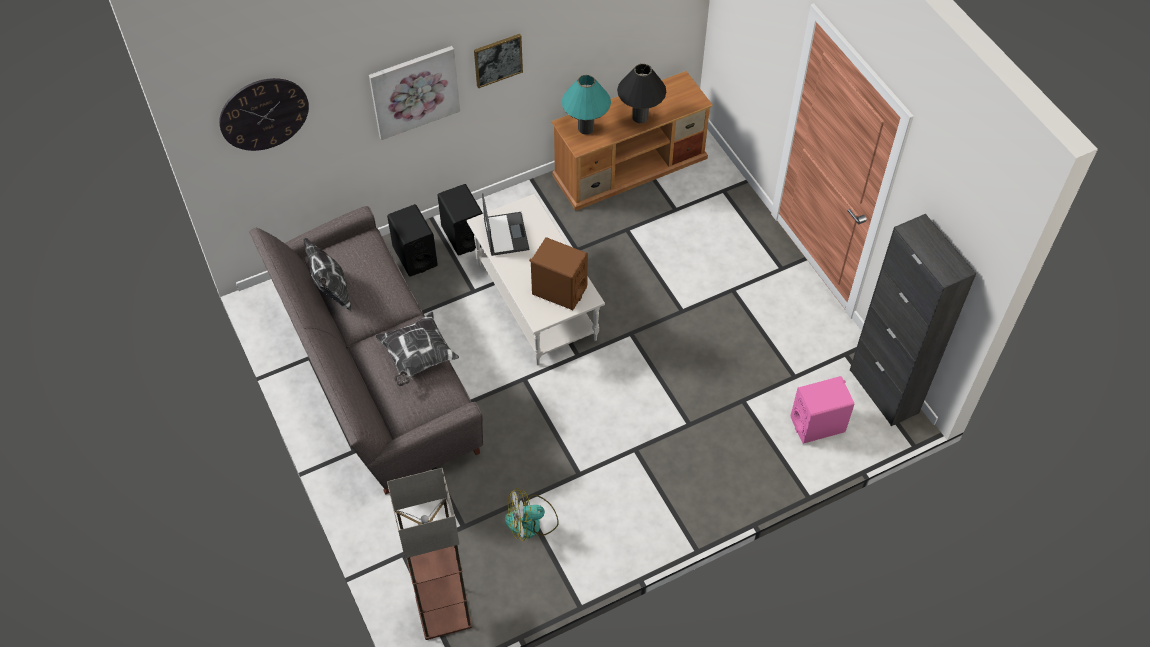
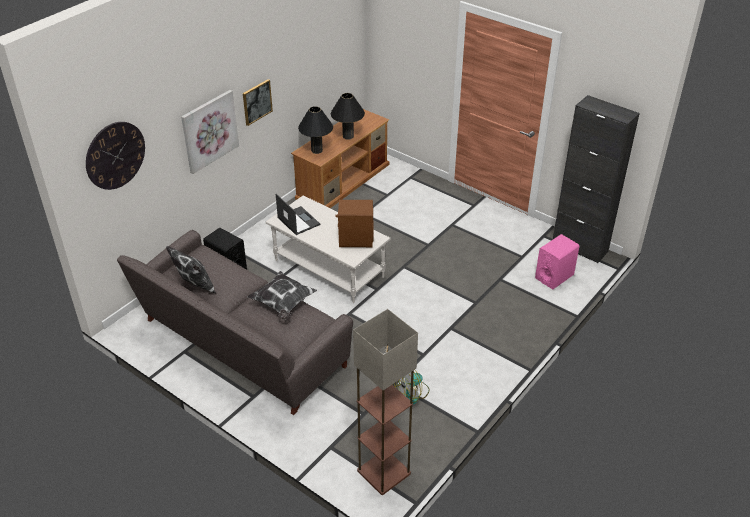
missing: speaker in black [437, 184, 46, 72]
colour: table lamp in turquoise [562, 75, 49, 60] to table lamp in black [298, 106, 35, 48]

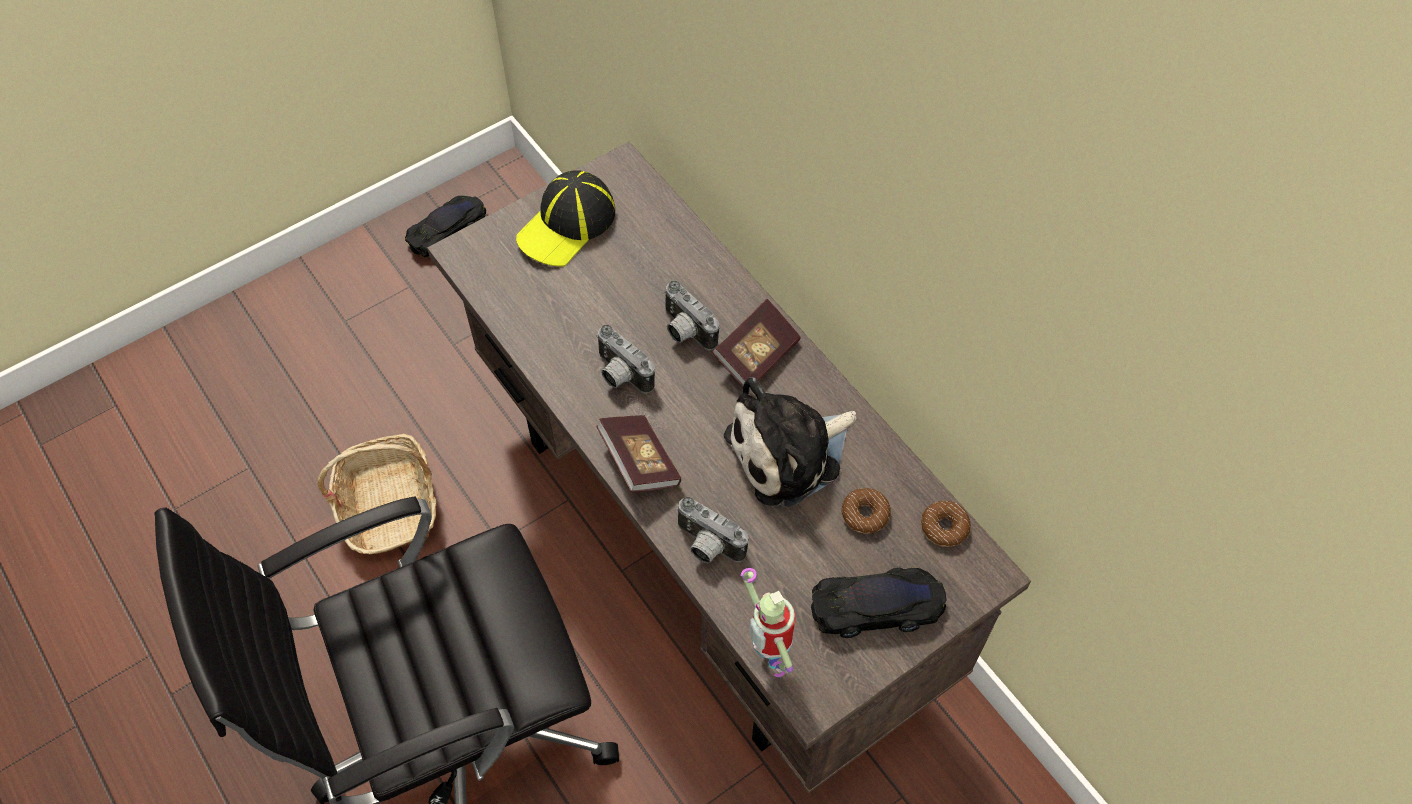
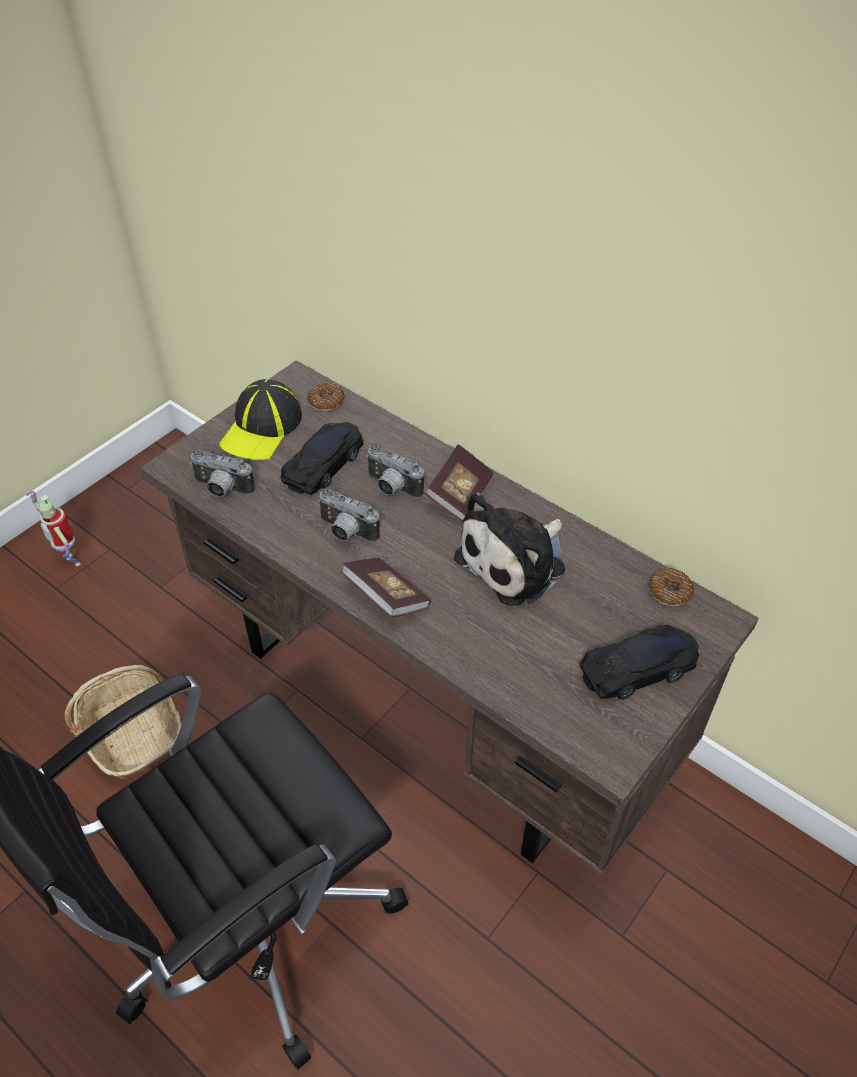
relocated: toy car in black [405, 196, 81, 61] to [280, 422, 83, 73]; photo camera [675, 496, 74, 67] to [190, 448, 65, 49]; toy robot [741, 568, 55, 109] to [26, 491, 55, 75]; donut [841, 488, 49, 46] to [308, 383, 36, 29]

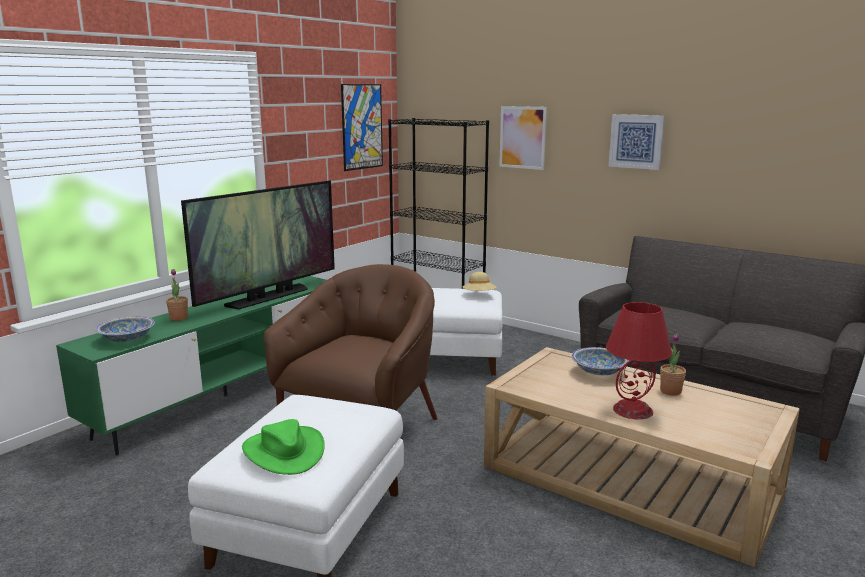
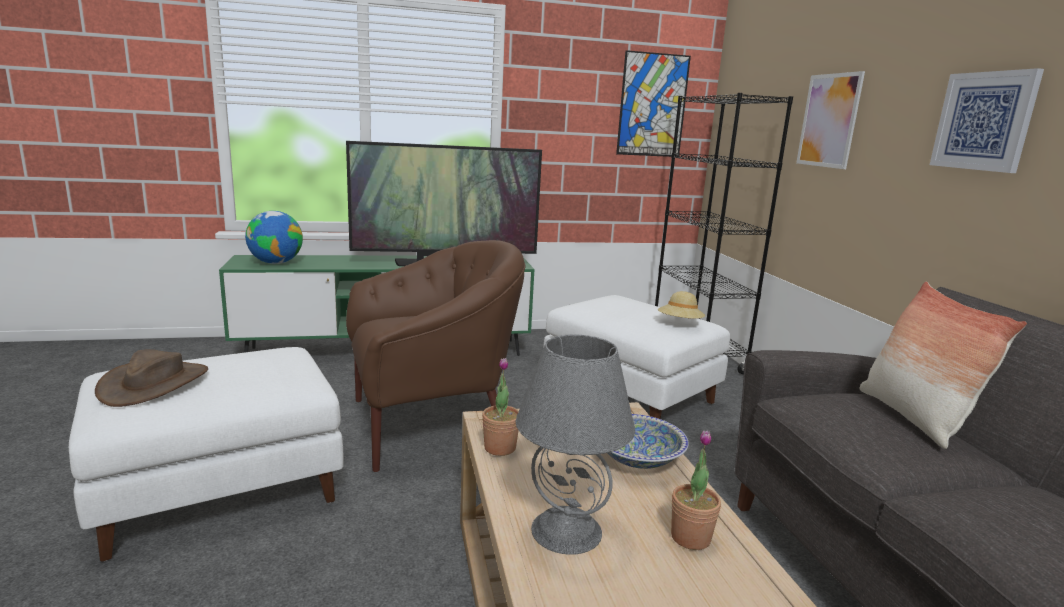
appeared: pillow [859, 282, 168, 167]
relocated: potted plant [166, 269, 22, 52] to [482, 358, 37, 98]
exchanged: bowl [96, 317, 59, 25] to globe [245, 211, 58, 53]
colour: hat in green [242, 419, 83, 56] to hat in brown [95, 349, 113, 58]; table lamp in red [606, 302, 66, 117] to table lamp in grey [516, 334, 119, 221]

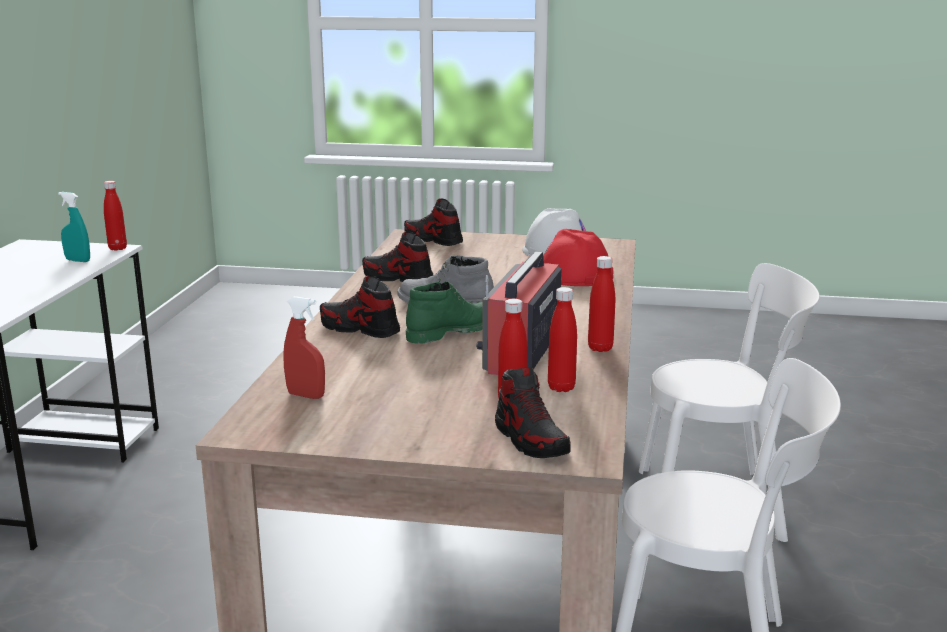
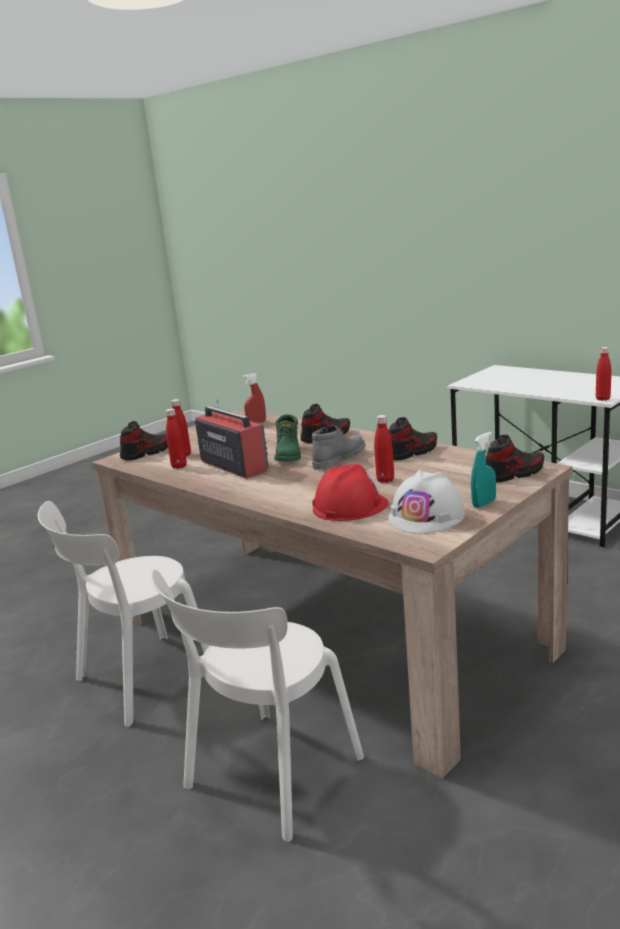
relocated: spray bottle in turquoise [58, 192, 32, 70] to [471, 432, 25, 76]; bottle in red [588, 256, 27, 96] to [374, 415, 20, 68]
spun: shoe [495, 366, 76, 92] = [120, 421, 48, 40] 135 degrees clockwise

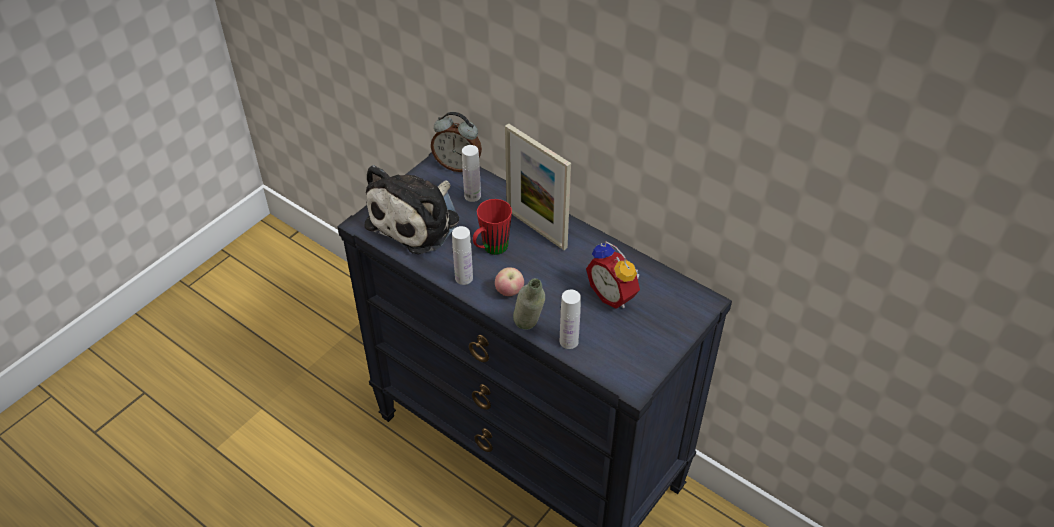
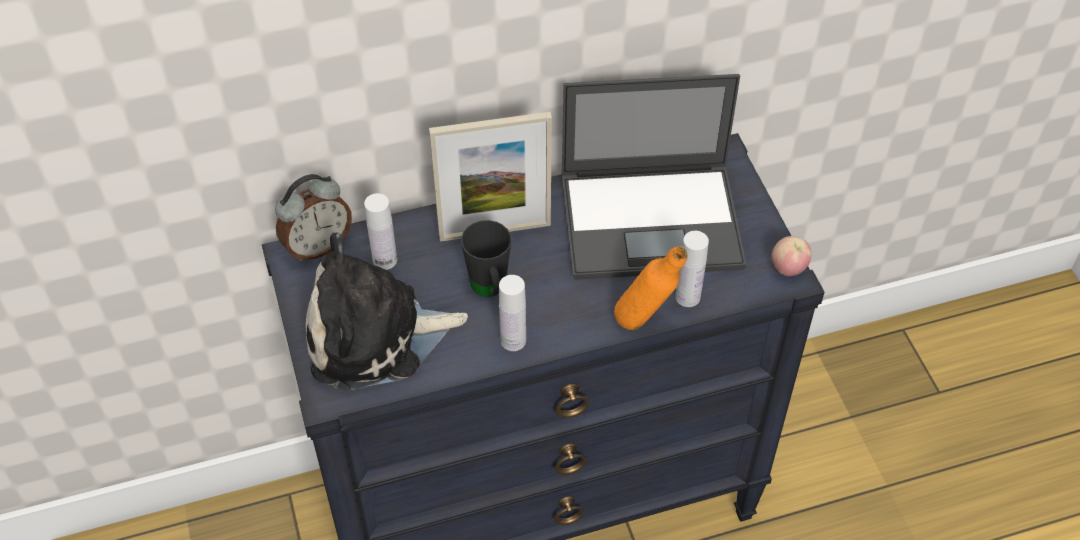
relocated: apple [495, 267, 29, 29] to [771, 236, 41, 40]
exchanged: alarm clock [586, 242, 54, 67] to laptop [561, 74, 185, 206]
colour: mug in red [473, 199, 39, 56] to mug in black [461, 220, 50, 77]; bottle in grey [513, 278, 32, 52] to bottle in orange [614, 246, 74, 84]
spun: plush toy [365, 165, 94, 89] = [306, 232, 162, 158] 105 degrees clockwise

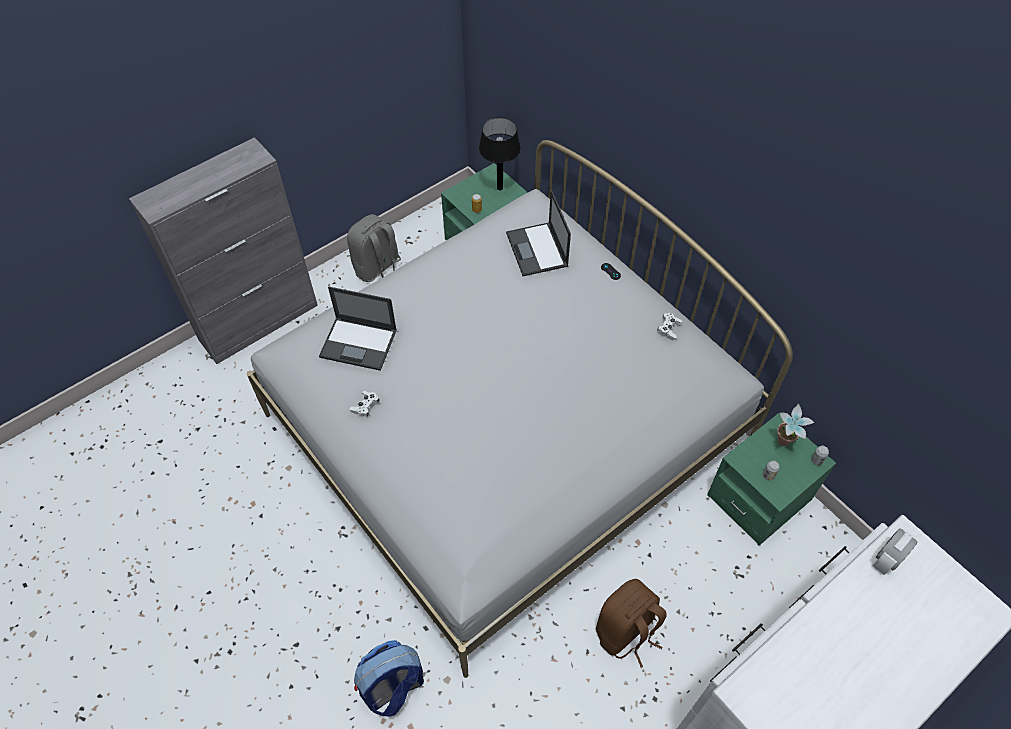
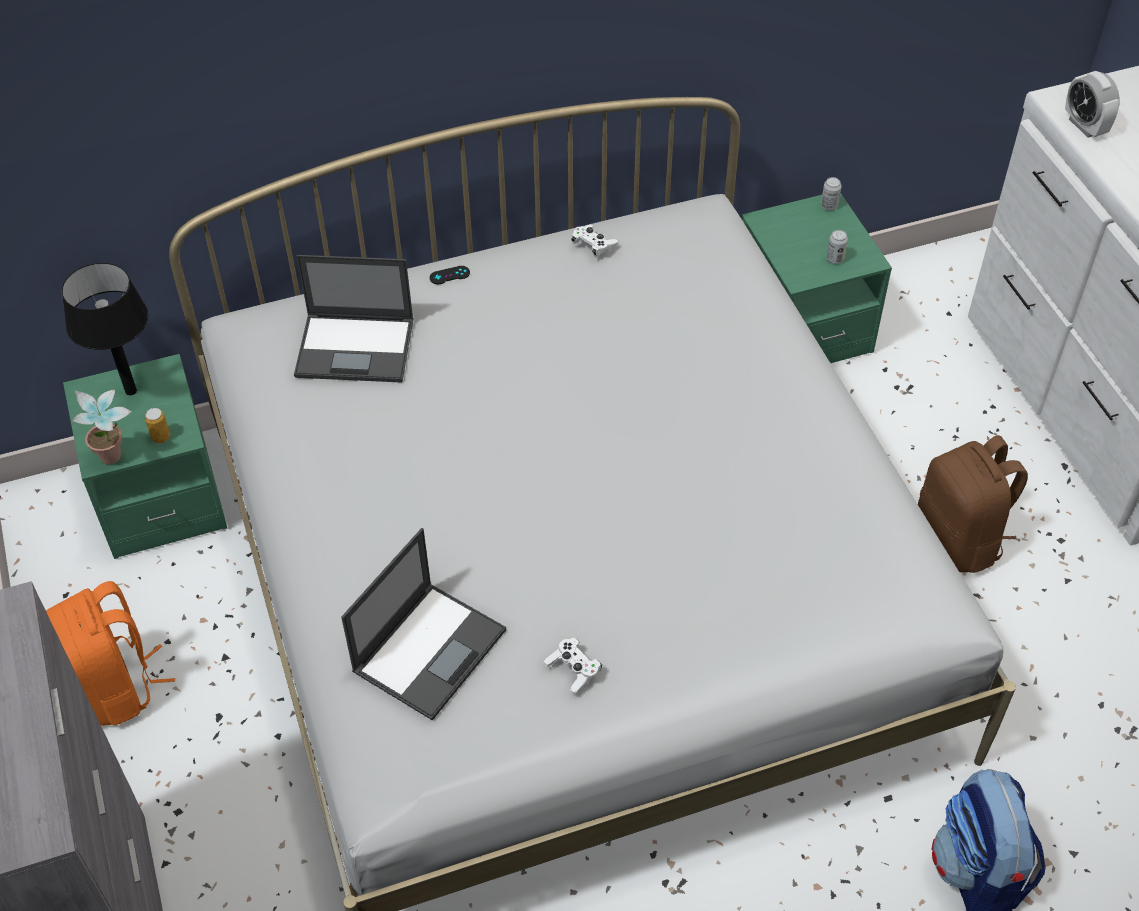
relocated: potted plant [777, 404, 38, 42] to [72, 390, 60, 74]
colour: backpack in grey [347, 214, 54, 68] to backpack in orange [46, 581, 129, 145]

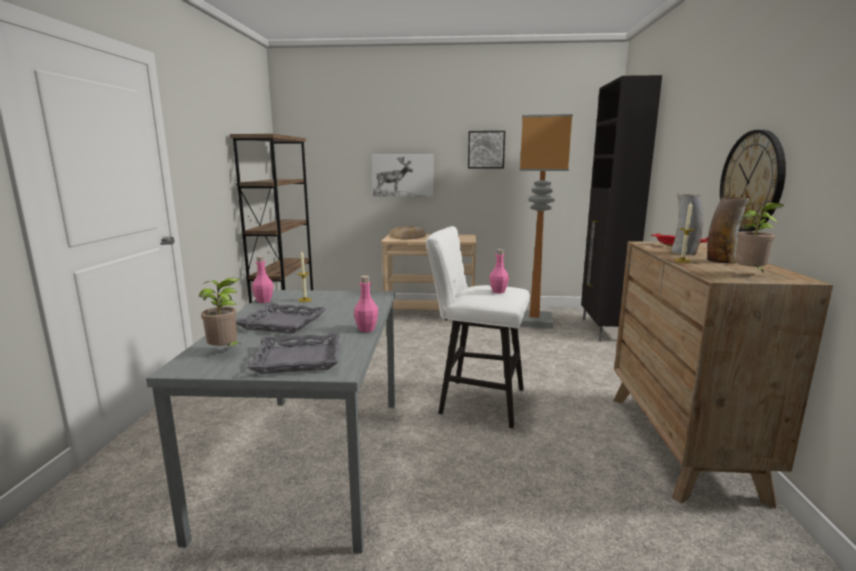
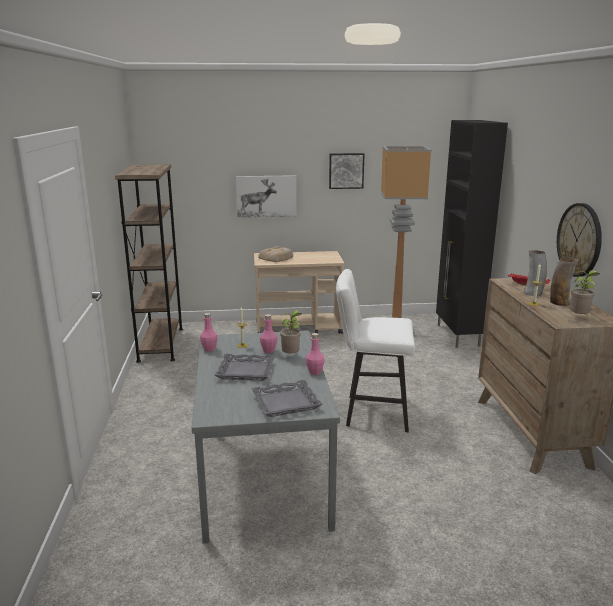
relocated: potted plant [199, 278, 43, 68] to [280, 310, 22, 43]; bottle in pink [489, 249, 20, 44] to [260, 314, 17, 39]

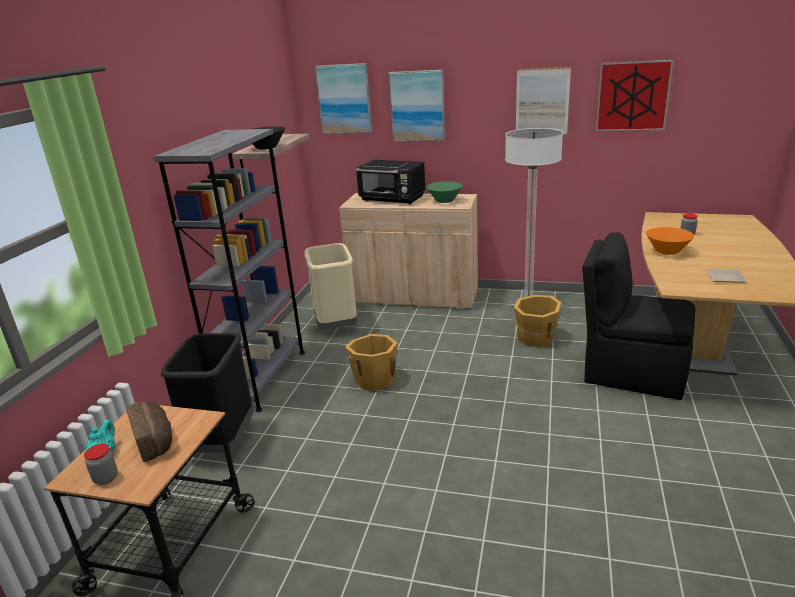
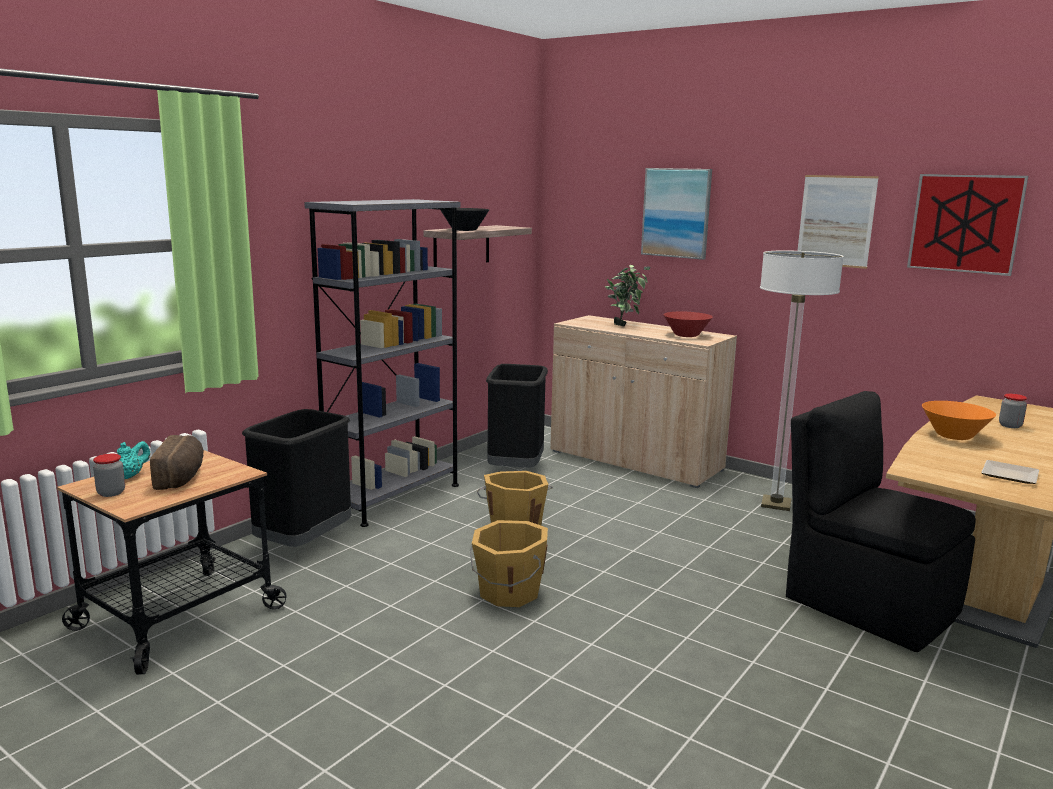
missing: picture [315, 63, 57, 71]
relocated: bucket in orange [509, 295, 56, 52] to [470, 520, 78, 87]
exchanged: microwave in black [356, 160, 69, 44] to potted plant [605, 265, 45, 61]
colour: trash can in beige [304, 243, 53, 86] to trash can in black [486, 364, 62, 104]; bowl in green [426, 181, 37, 22] to bowl in red [663, 312, 50, 25]

